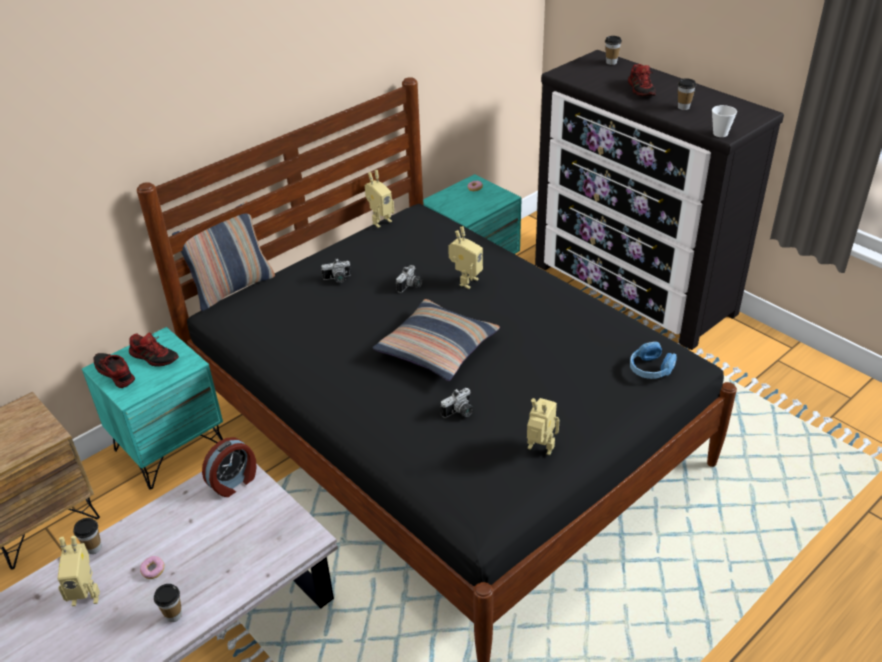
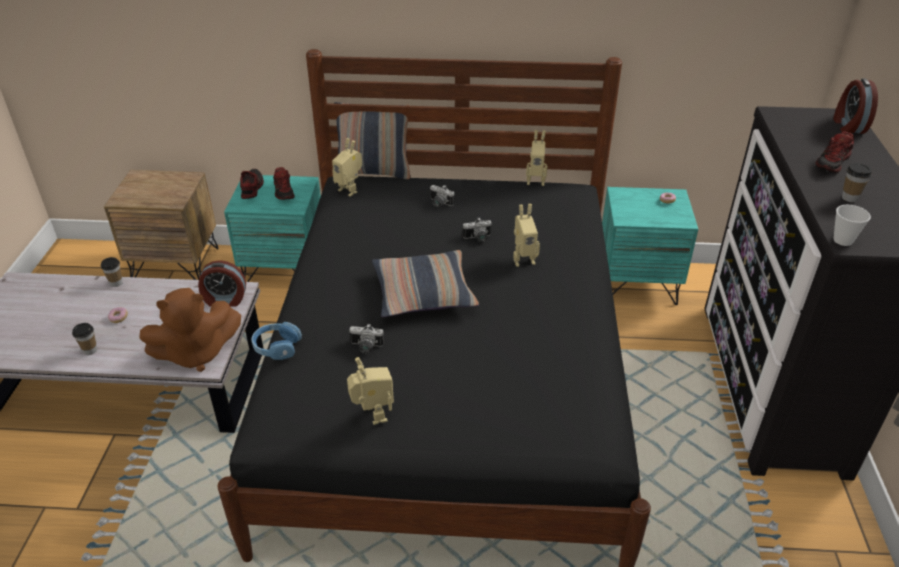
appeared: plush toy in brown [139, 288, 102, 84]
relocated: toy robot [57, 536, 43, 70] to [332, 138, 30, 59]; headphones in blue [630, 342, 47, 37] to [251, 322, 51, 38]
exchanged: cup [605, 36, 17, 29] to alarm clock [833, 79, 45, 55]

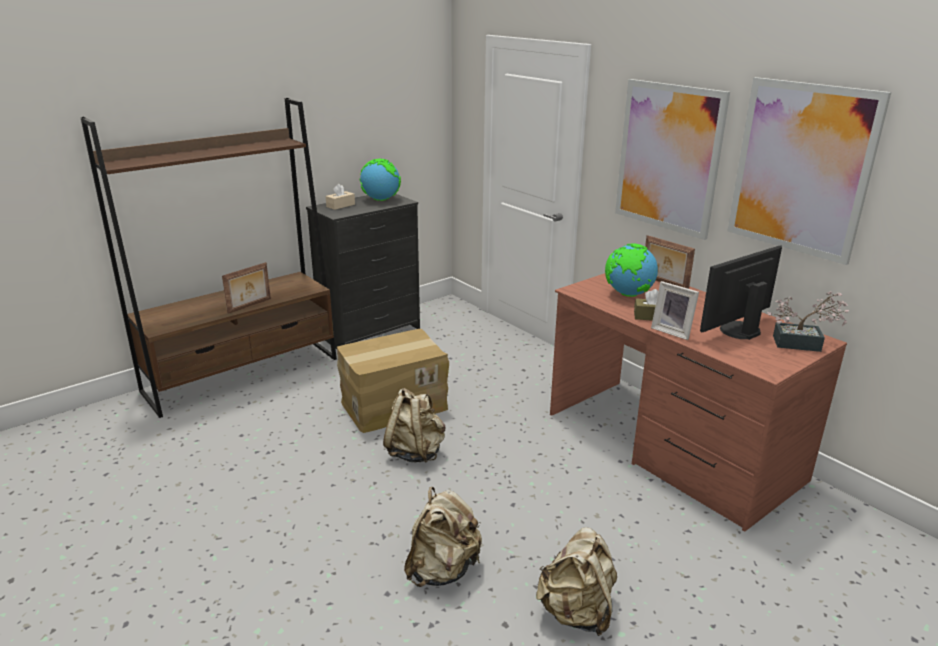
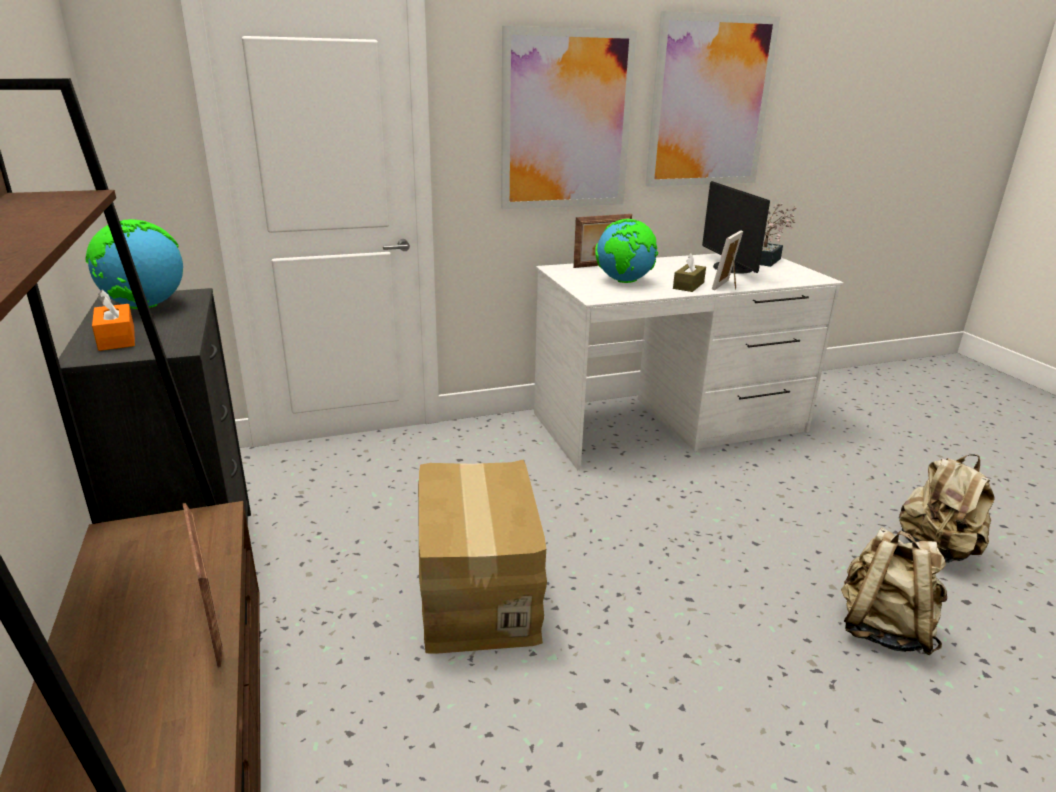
missing: backpack in beige [383, 388, 62, 75]
colour: tissue box in beige [326, 184, 29, 26] to tissue box in orange [92, 290, 43, 61]; desk in brown [550, 273, 297, 259] to desk in white [534, 253, 309, 217]
spun: picture frame [651, 281, 48, 59] = [712, 230, 31, 60] 150 degrees clockwise

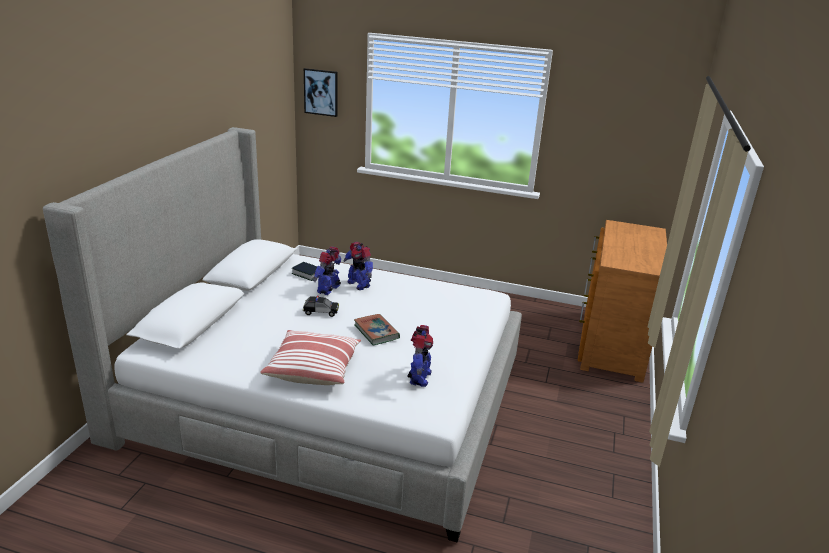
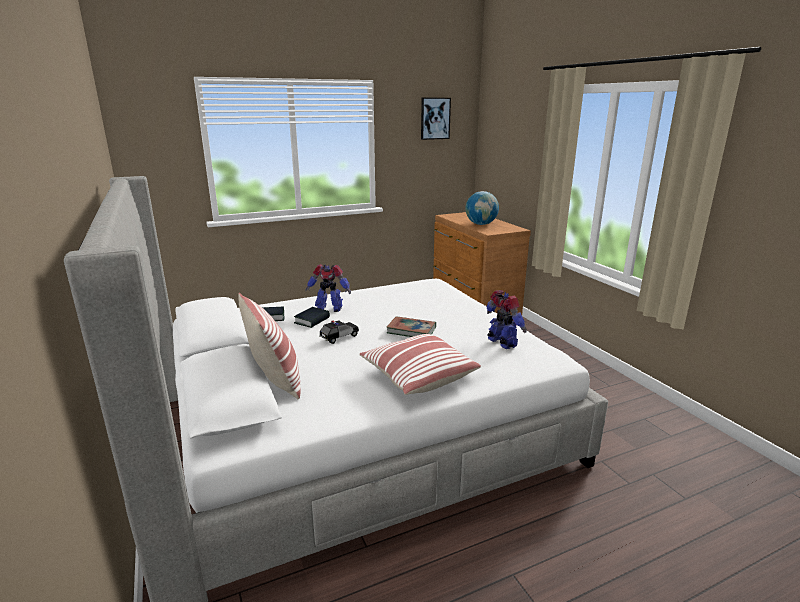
appeared: pillow [238, 293, 62, 106]; globe [465, 191, 34, 34]
relocated: picture [304, 68, 34, 49] to [421, 98, 30, 42]
exchanged: toy robot [313, 247, 28, 48] to book [294, 307, 36, 21]

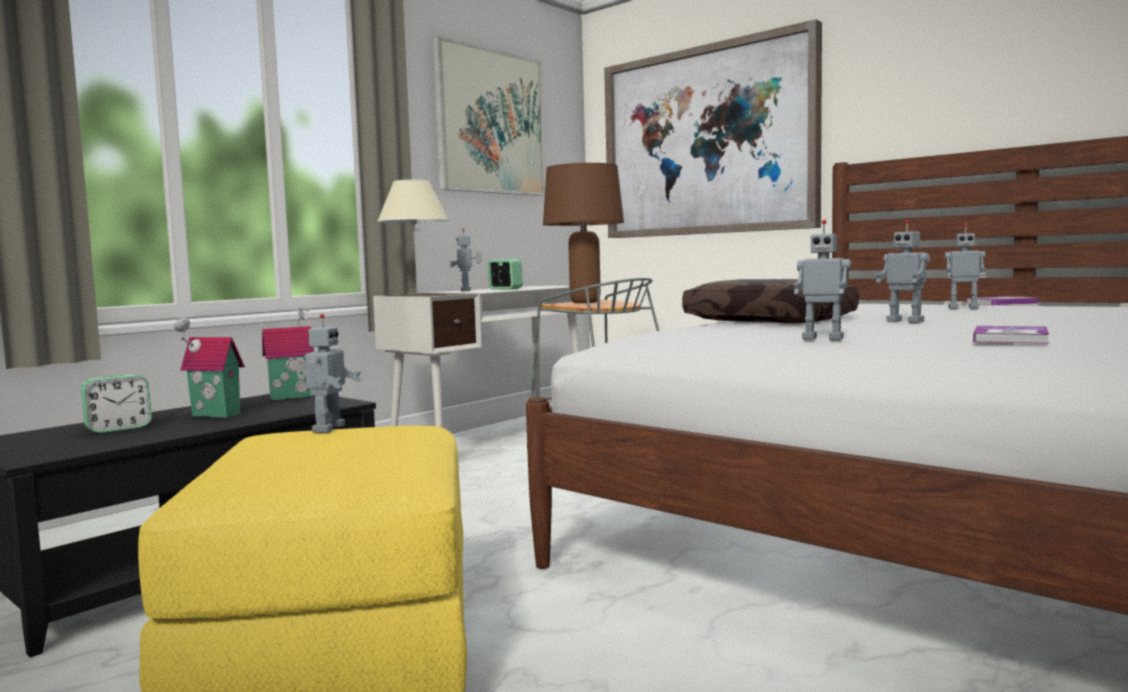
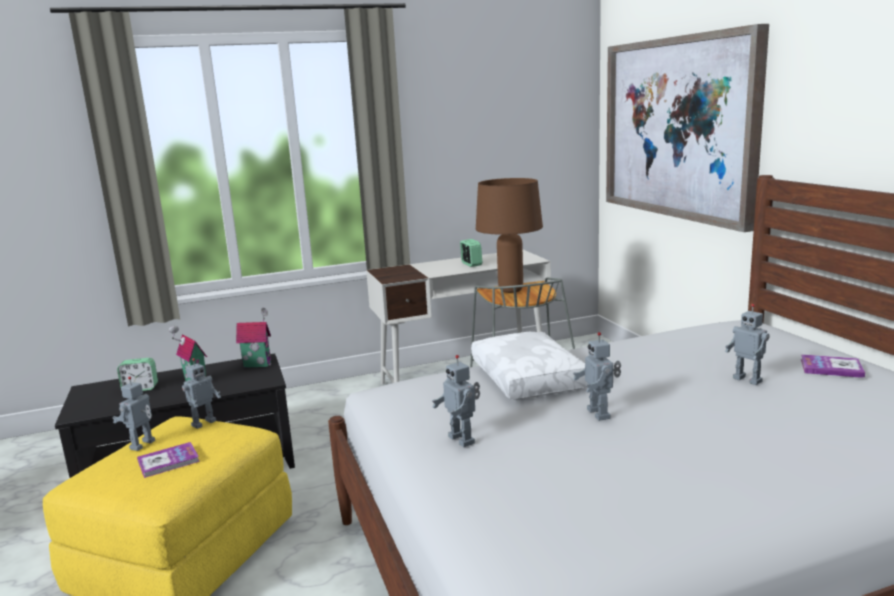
missing: table lamp in beige [377, 179, 72, 115]; picture [433, 35, 112, 161]
relocated: toy robot [450, 228, 32, 63] to [112, 376, 43, 75]; book [973, 326, 76, 18] to [137, 442, 63, 36]
colour: pillow in brown [682, 279, 177, 44] to pillow in white [471, 332, 117, 67]

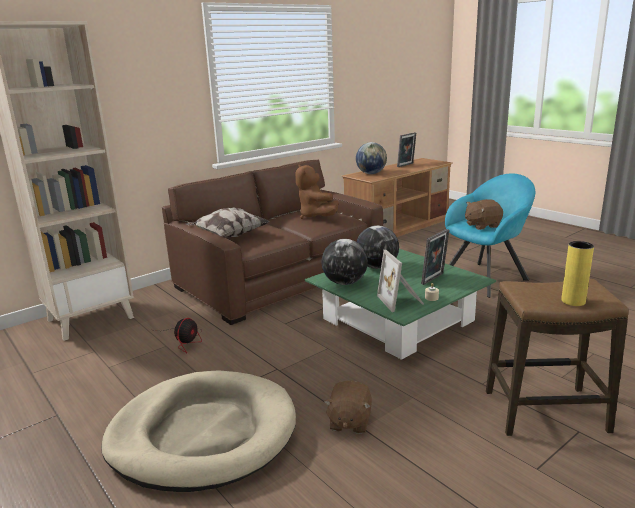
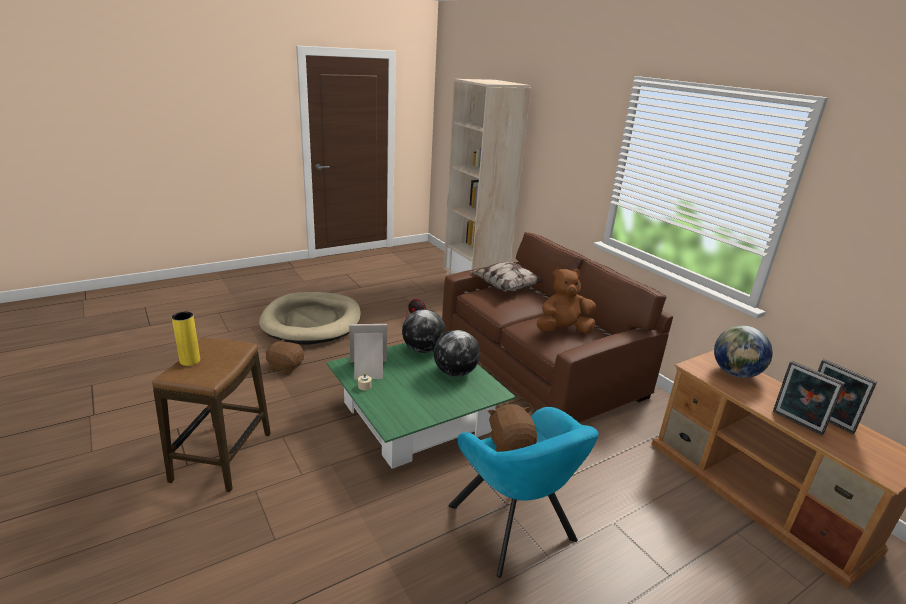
relocated: picture frame [421, 229, 29, 56] to [773, 360, 72, 75]

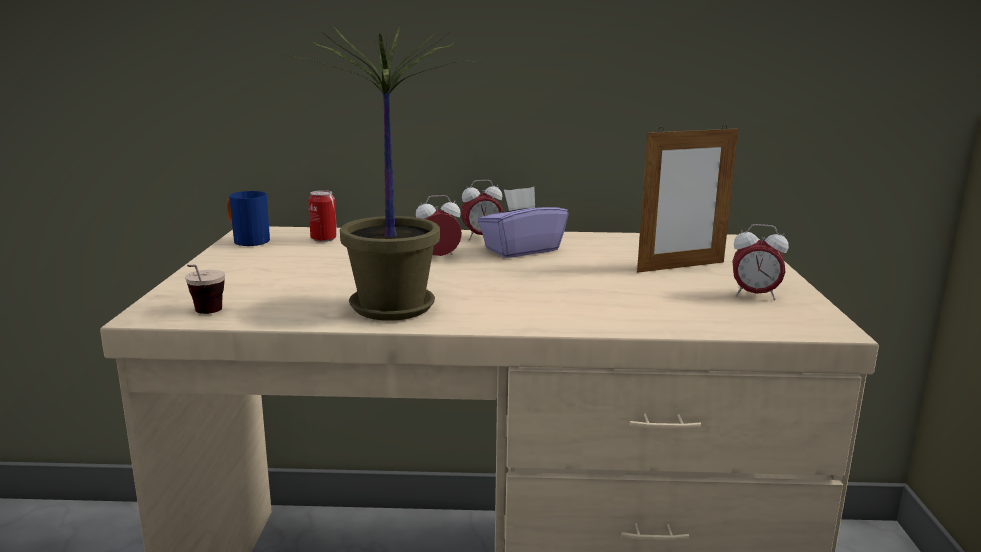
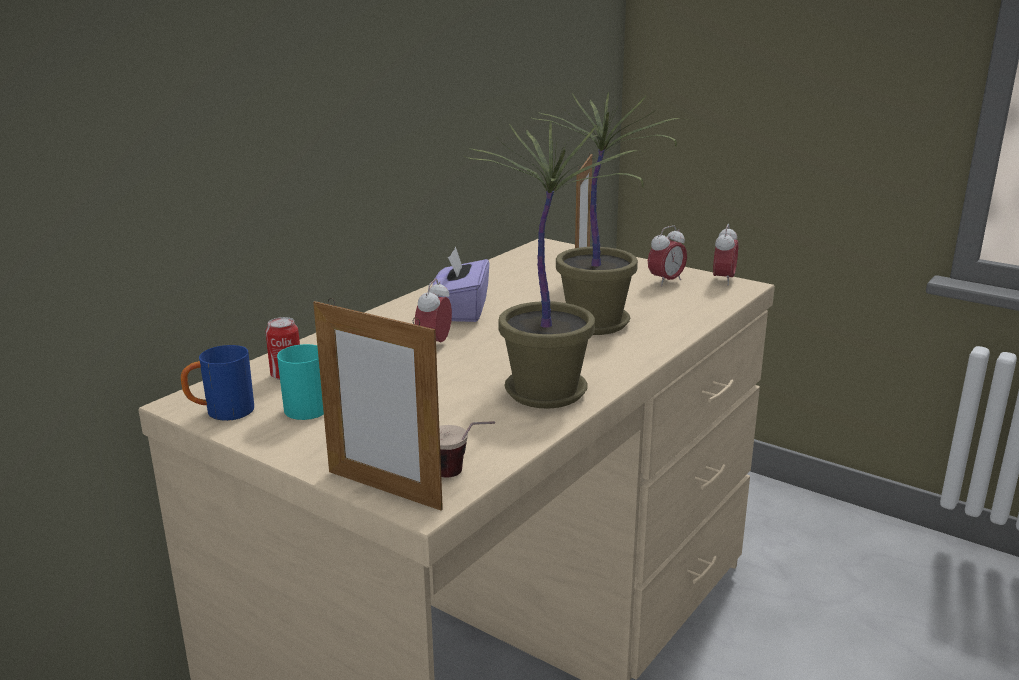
appeared: mug in turquoise [277, 344, 47, 76]; picture frame [313, 298, 130, 213]; potted plant [528, 92, 153, 243]
relocated: alarm clock [461, 180, 42, 60] to [713, 224, 25, 61]

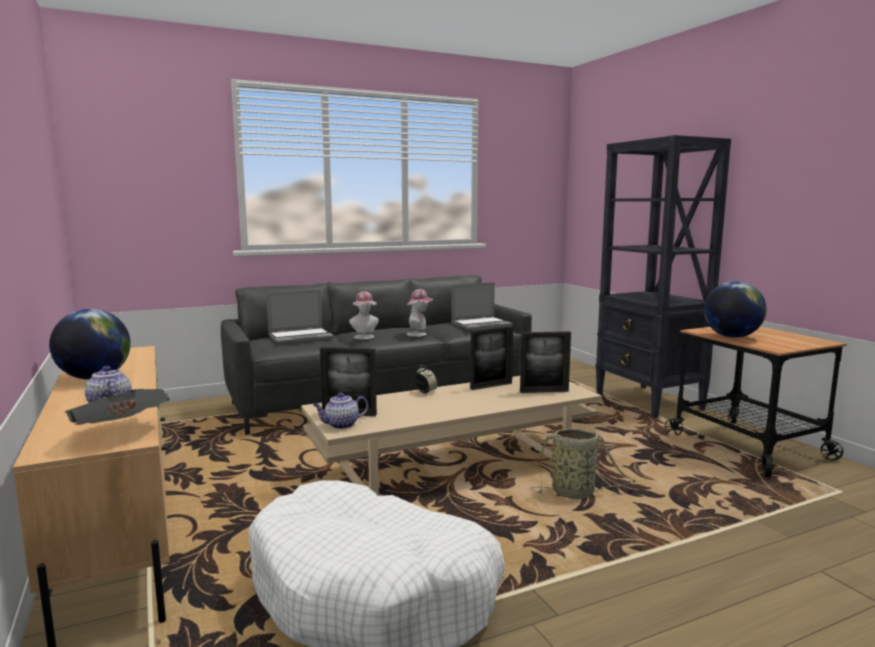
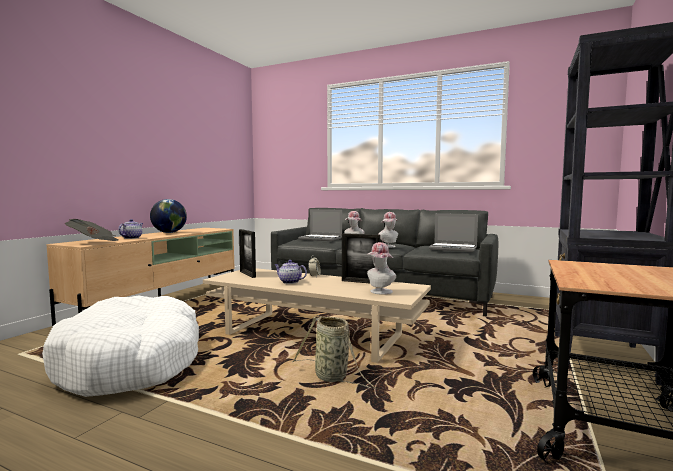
missing: globe [704, 281, 63, 57]
relocated: teapot [313, 393, 56, 36] to [274, 260, 33, 24]
exchanged: picture frame [520, 331, 51, 62] to hat [367, 242, 29, 53]

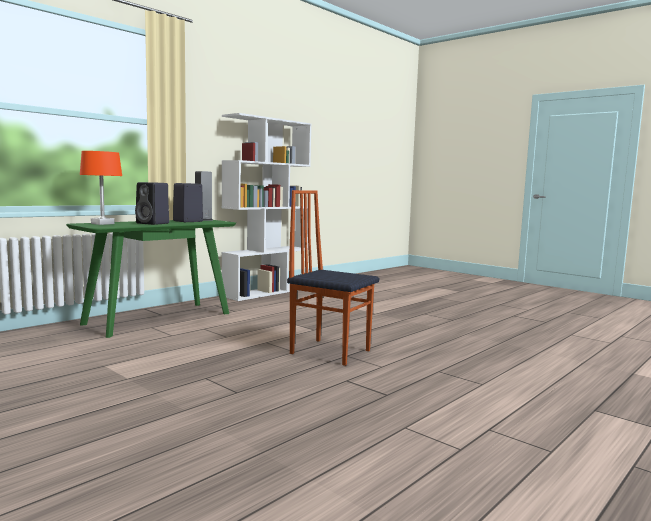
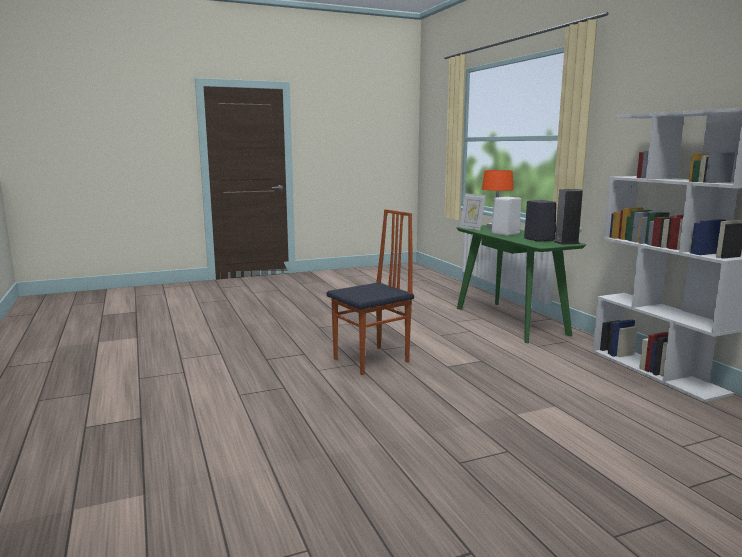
appeared: picture frame [460, 193, 26, 37]
colour: speaker in black [135, 182, 34, 43] to speaker in white [491, 197, 31, 39]

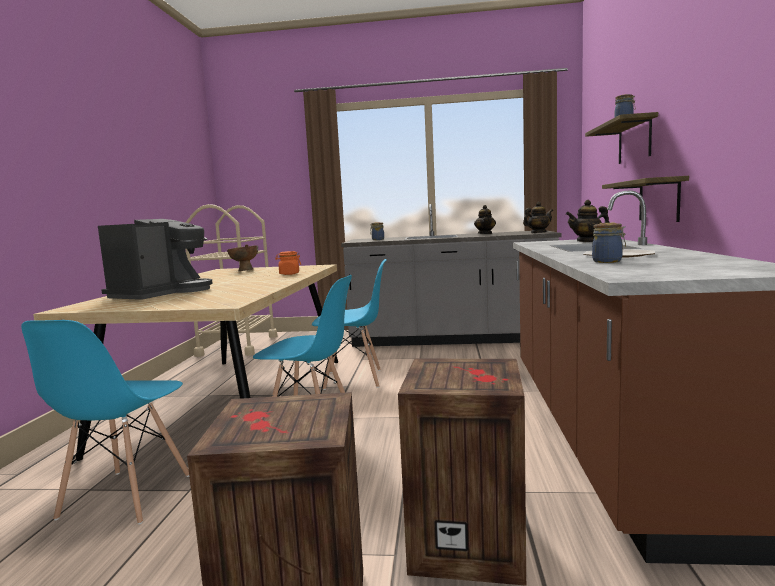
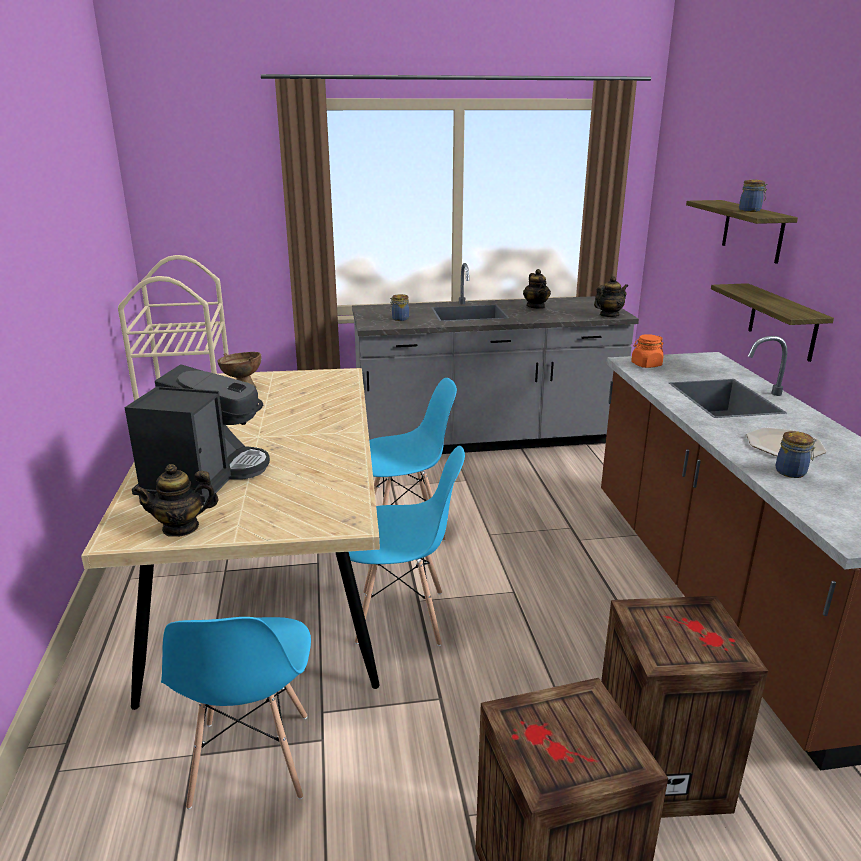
relocated: jar in orange [275, 251, 26, 24] to [631, 334, 33, 34]; teapot [566, 200, 44, 42] to [133, 464, 86, 73]

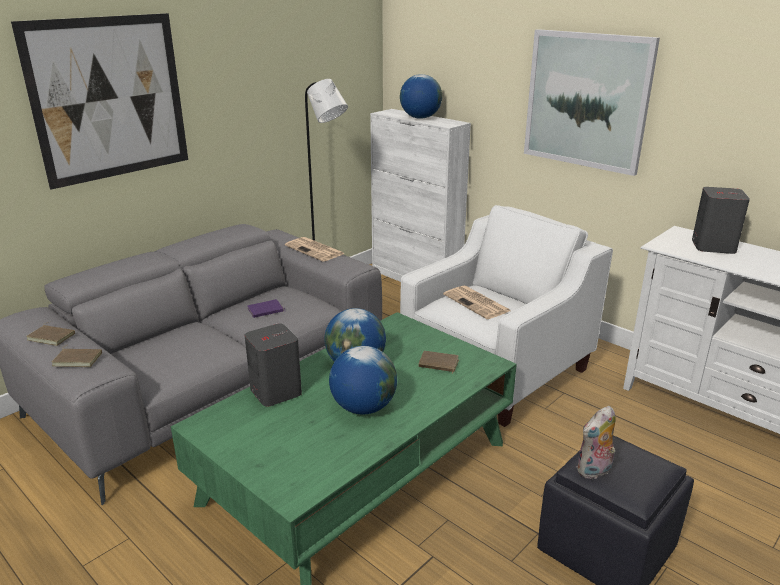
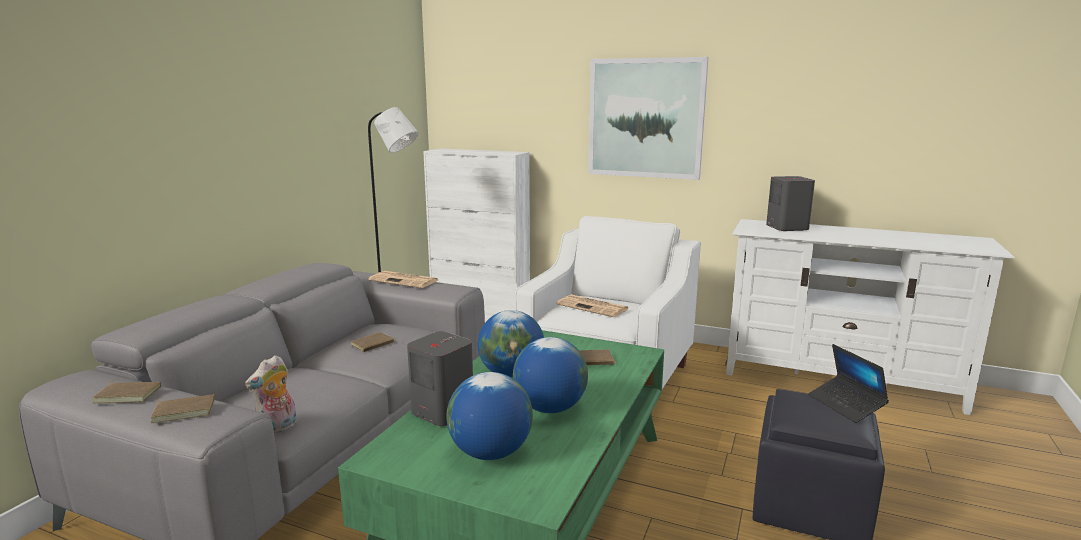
missing: picture [11, 13, 177, 177]
appeared: laptop [808, 344, 81, 79]
relocated: globe [400, 74, 42, 45] to [446, 372, 87, 88]; plush toy [576, 406, 40, 73] to [245, 355, 52, 80]
colour: book in purple [247, 299, 38, 19] to book in brown [351, 332, 47, 20]

